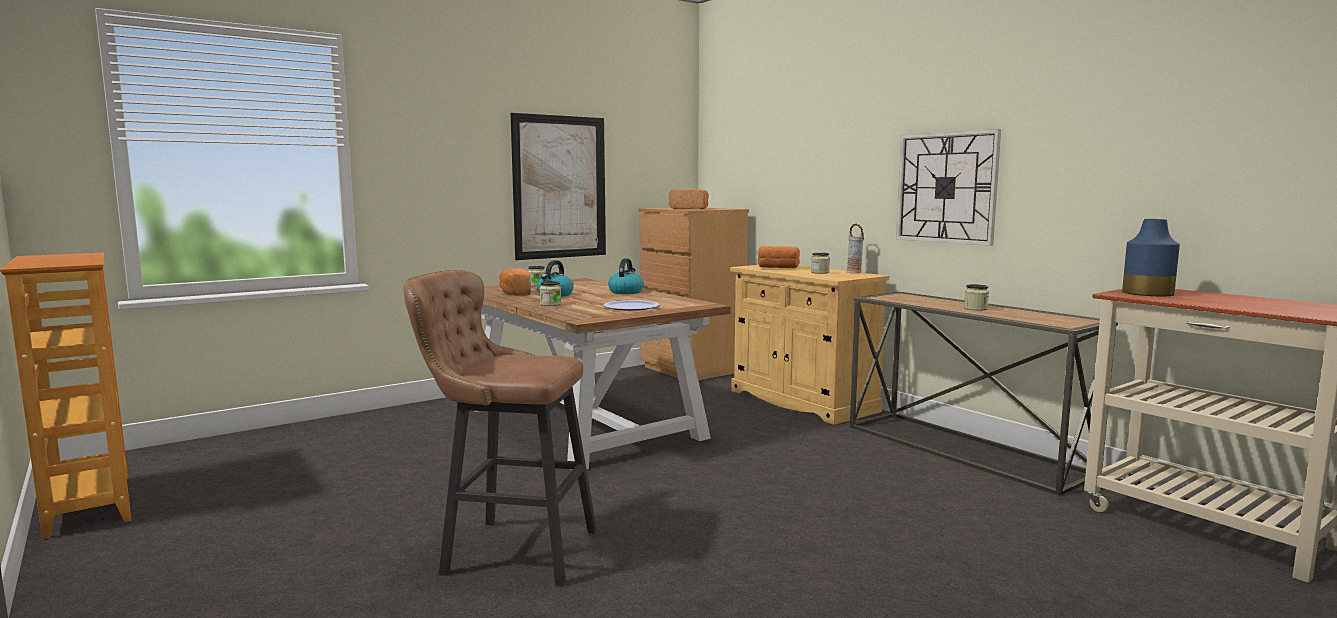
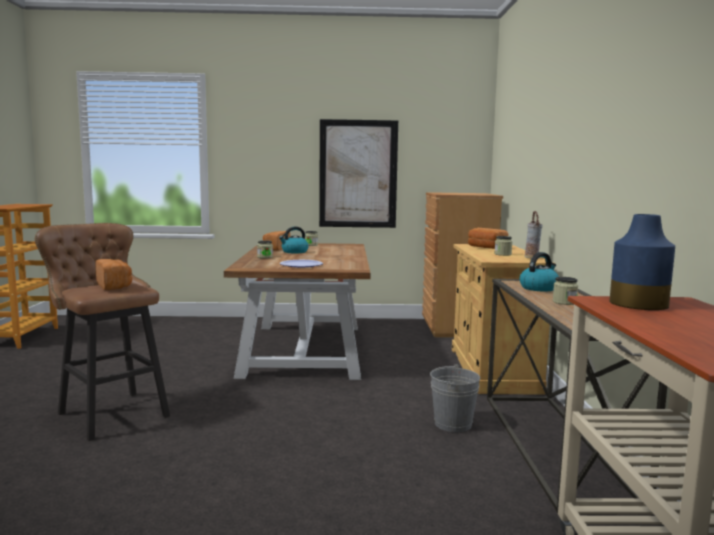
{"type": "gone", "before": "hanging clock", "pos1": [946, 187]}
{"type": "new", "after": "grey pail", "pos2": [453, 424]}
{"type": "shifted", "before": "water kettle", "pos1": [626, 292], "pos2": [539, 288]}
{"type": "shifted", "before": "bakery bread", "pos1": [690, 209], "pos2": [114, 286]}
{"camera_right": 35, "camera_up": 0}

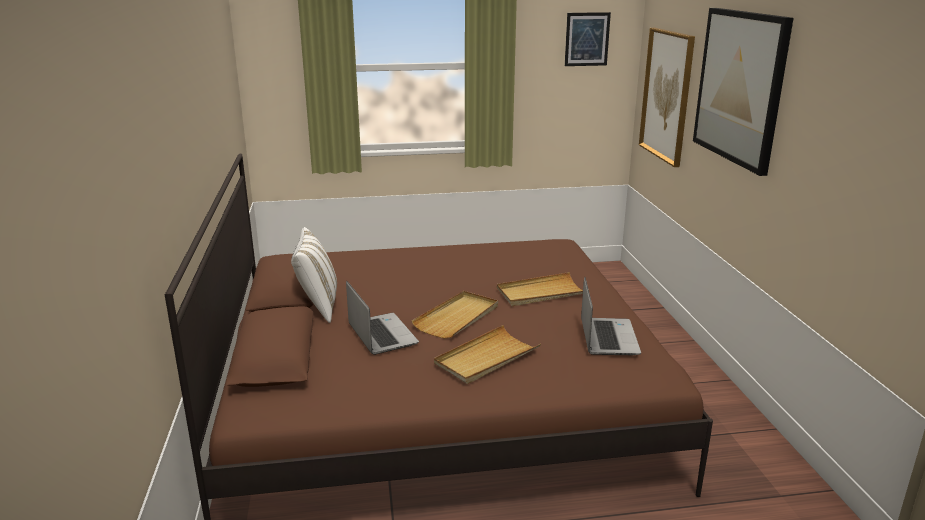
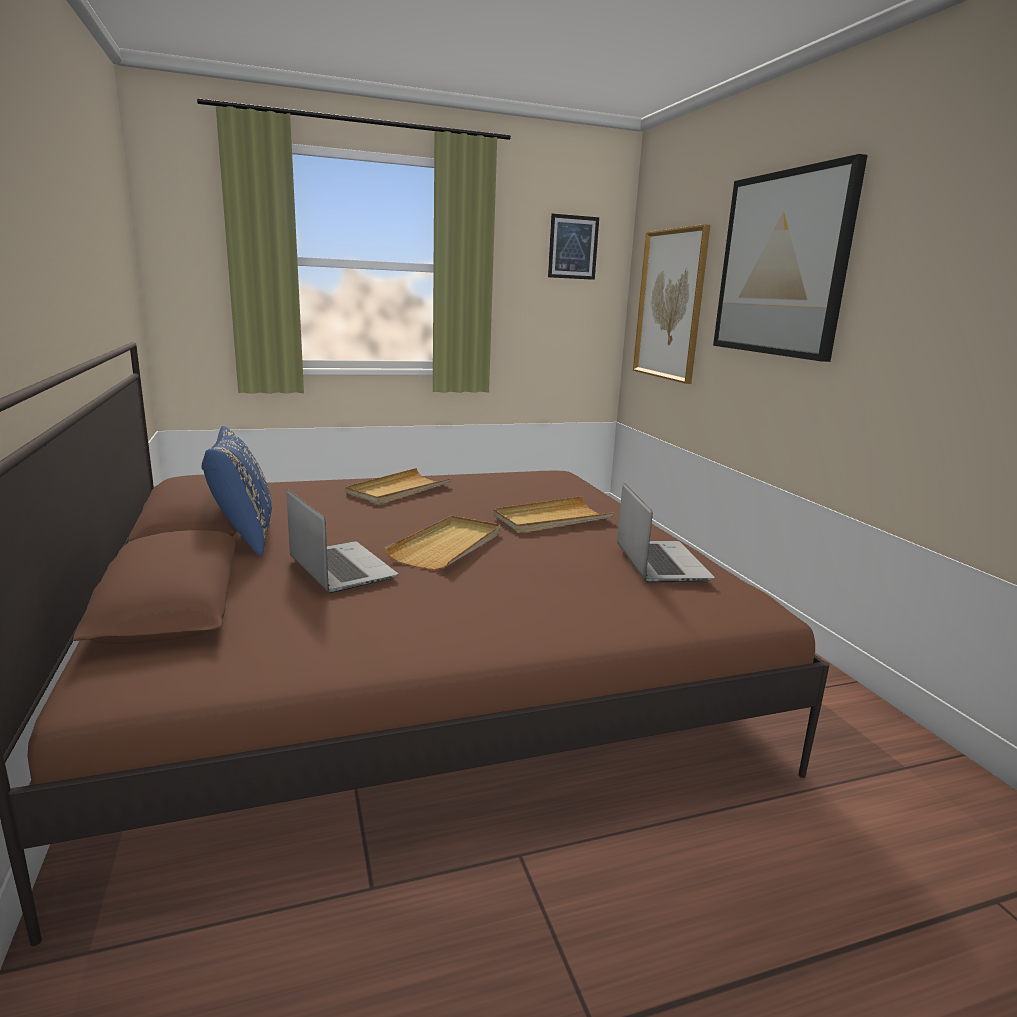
{"type": "shifted", "before": "beige-coloured tray", "pos1": [486, 358], "pos2": [398, 490]}
{"type": "repainted", "before": "white-coloured cushion", "after": "blue cushion", "pos1": [317, 306], "pos2": [243, 538]}
{"camera_right": -10, "camera_up": -5}

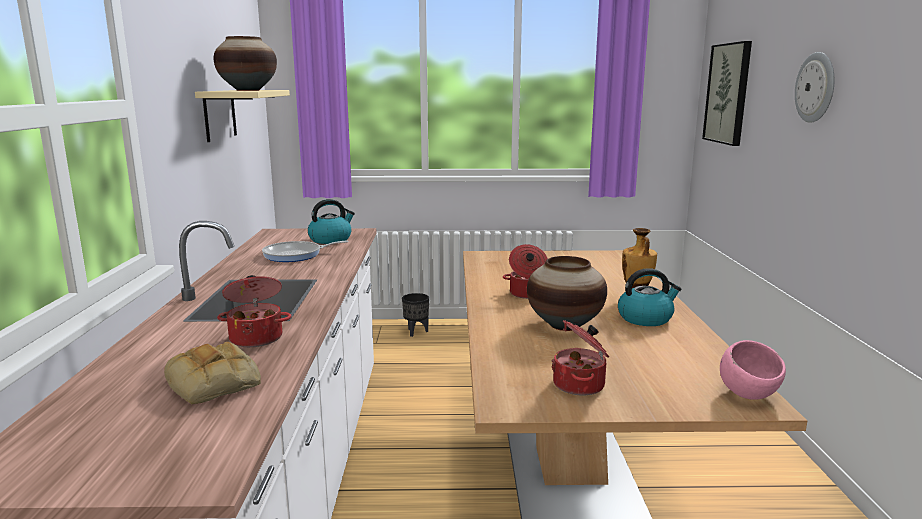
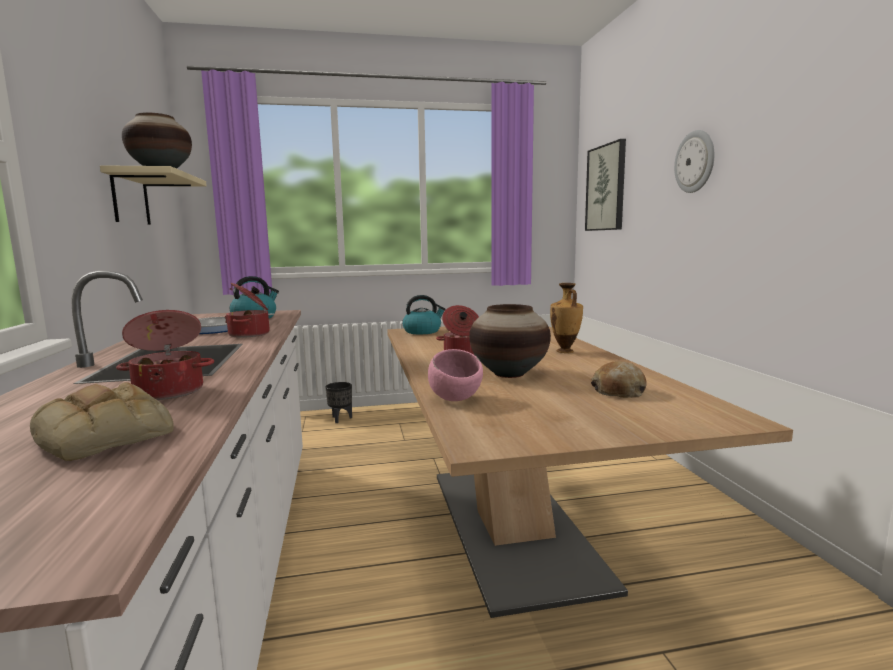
{"type": "new", "after": "bakery bread", "pos2": [618, 391]}
{"type": "shifted", "before": "cooking pot", "pos1": [580, 385], "pos2": [250, 334]}
{"type": "shifted", "before": "water kettle", "pos1": [645, 318], "pos2": [422, 331]}
{"type": "shifted", "before": "pink deep dish", "pos1": [748, 394], "pos2": [455, 399]}
{"camera_right": -10, "camera_up": -5}

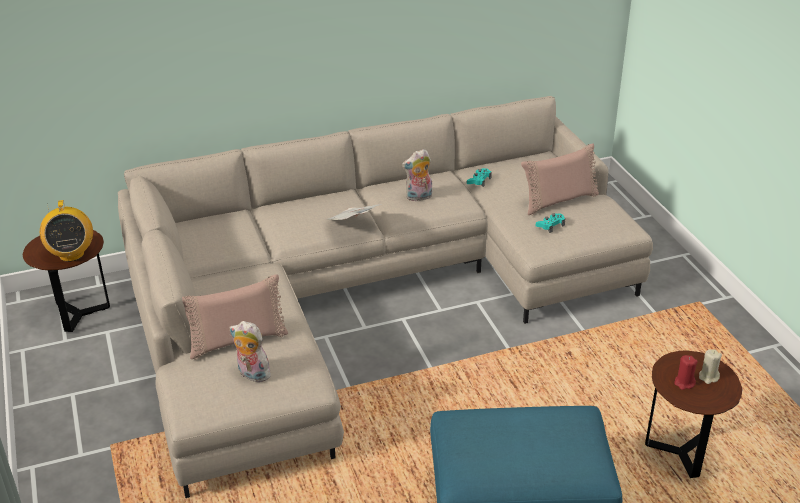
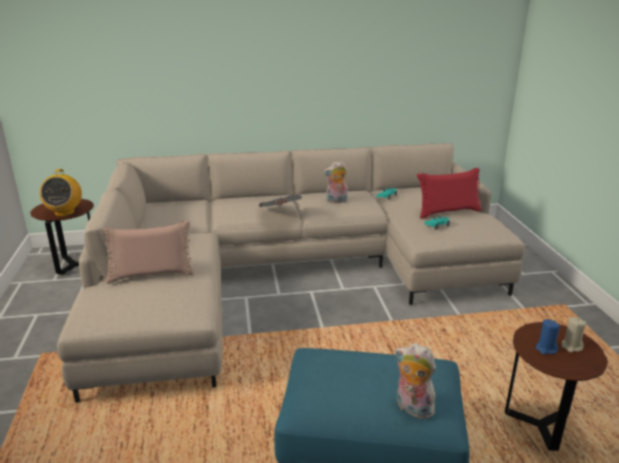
{"type": "shifted", "before": "cuddly toy", "pos1": [252, 374], "pos2": [412, 408]}
{"type": "repainted", "before": "beige-coloured cushion", "after": "red-coloured cushion", "pos1": [559, 201], "pos2": [447, 212]}
{"type": "repainted", "before": "red-coloured candle", "after": "blue candle", "pos1": [684, 383], "pos2": [546, 349]}
{"camera_right": 10, "camera_up": -10}

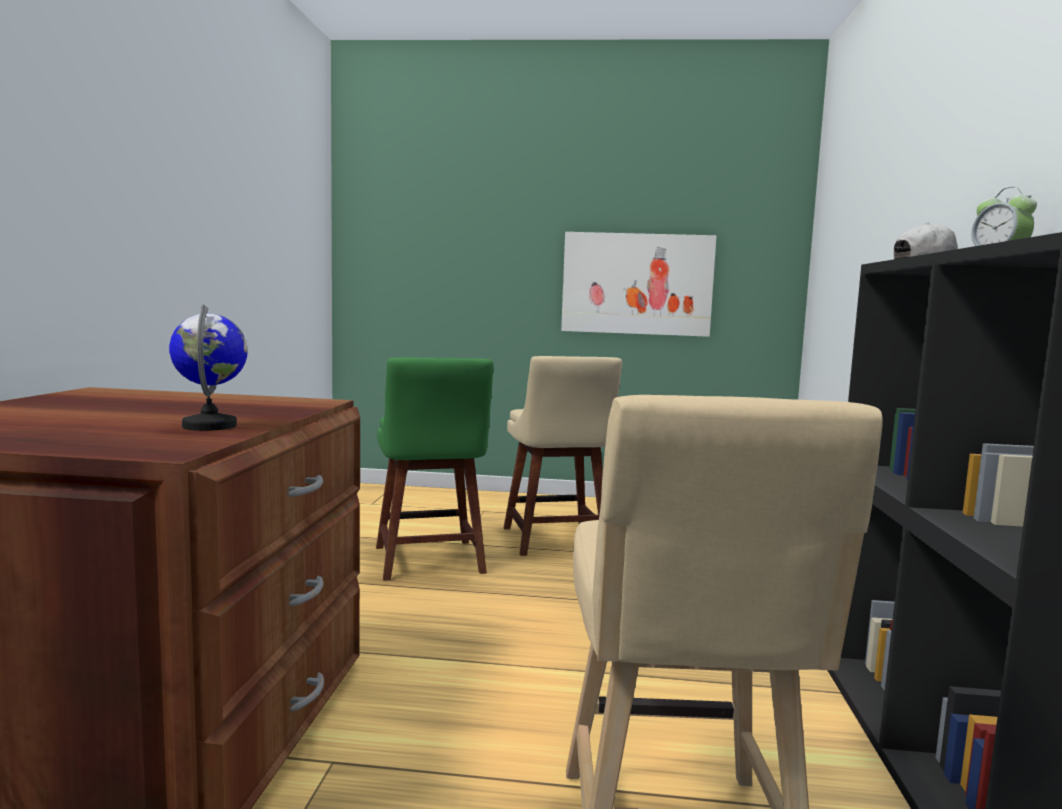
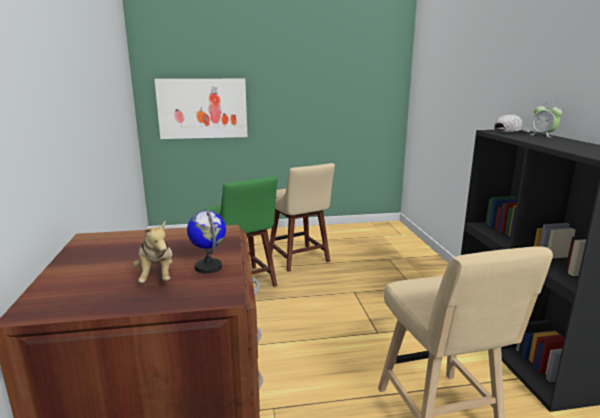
{"type": "new", "after": "cuddly toy", "pos2": [157, 277]}
{"type": "shifted", "before": "wall art", "pos1": [637, 284], "pos2": [202, 108]}
{"camera_right": -15, "camera_up": 10}

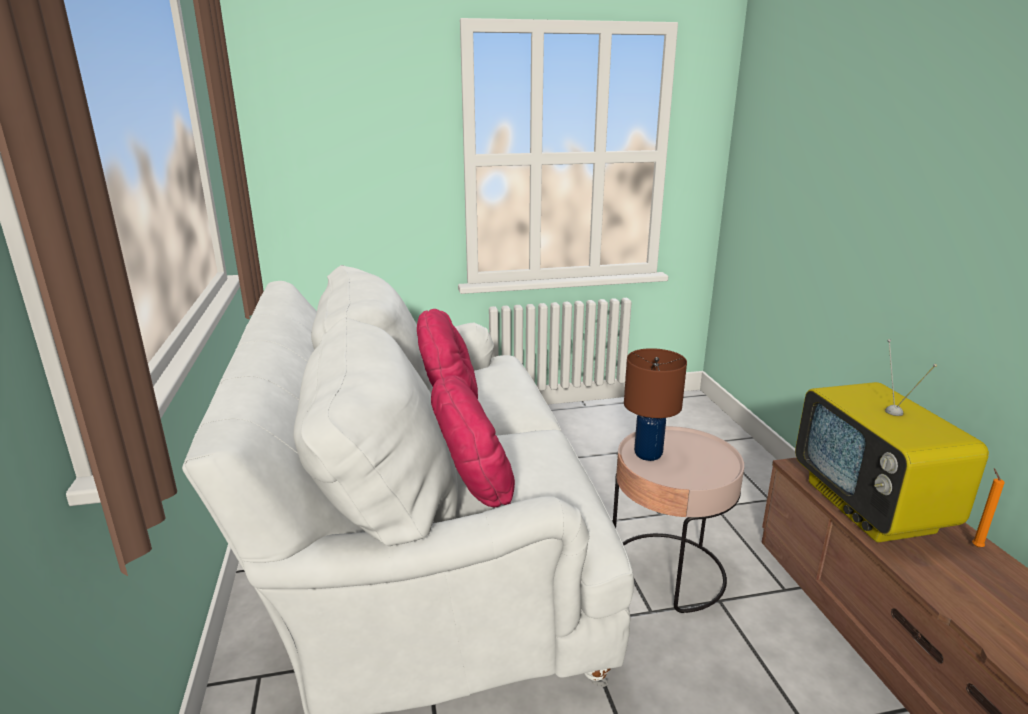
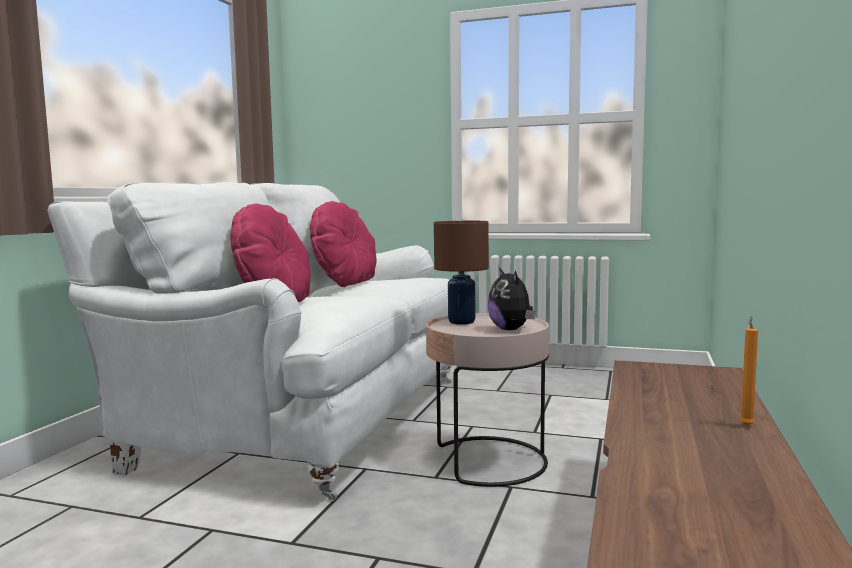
{"type": "gone", "before": "TV", "pos1": [871, 507]}
{"type": "new", "after": "cuddly toy", "pos2": [511, 330]}
{"camera_right": 30, "camera_up": -15}

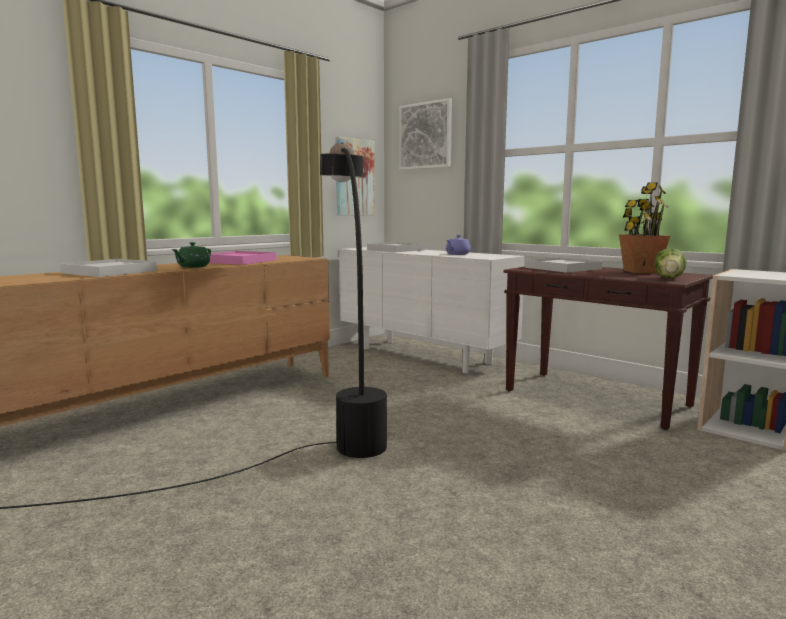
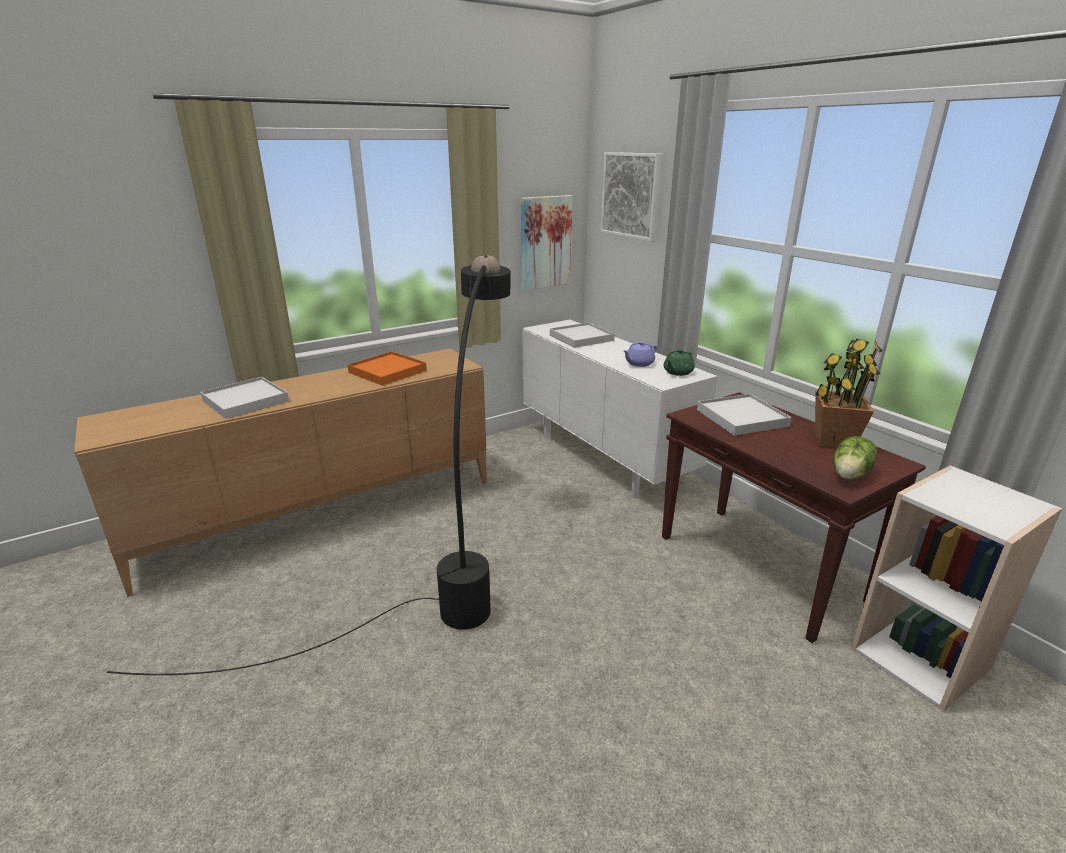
{"type": "shifted", "before": "greenish teapot", "pos1": [193, 267], "pos2": [677, 372]}
{"type": "repainted", "before": "pink tray", "after": "orange-coloured tray", "pos1": [239, 261], "pos2": [387, 371]}
{"camera_right": 15, "camera_up": 15}

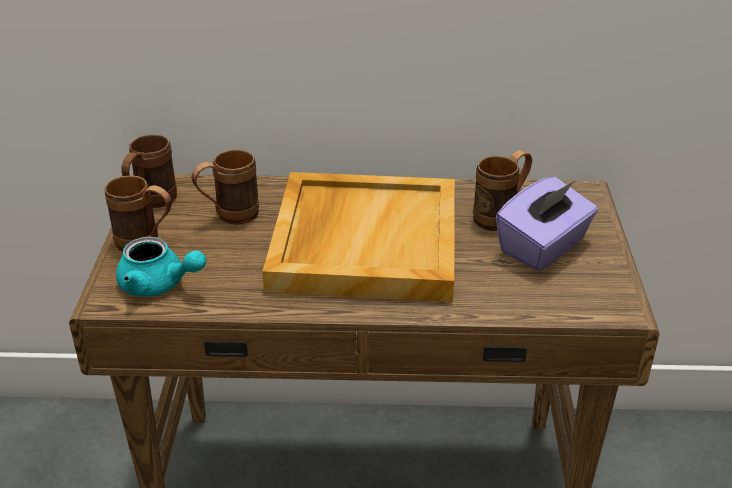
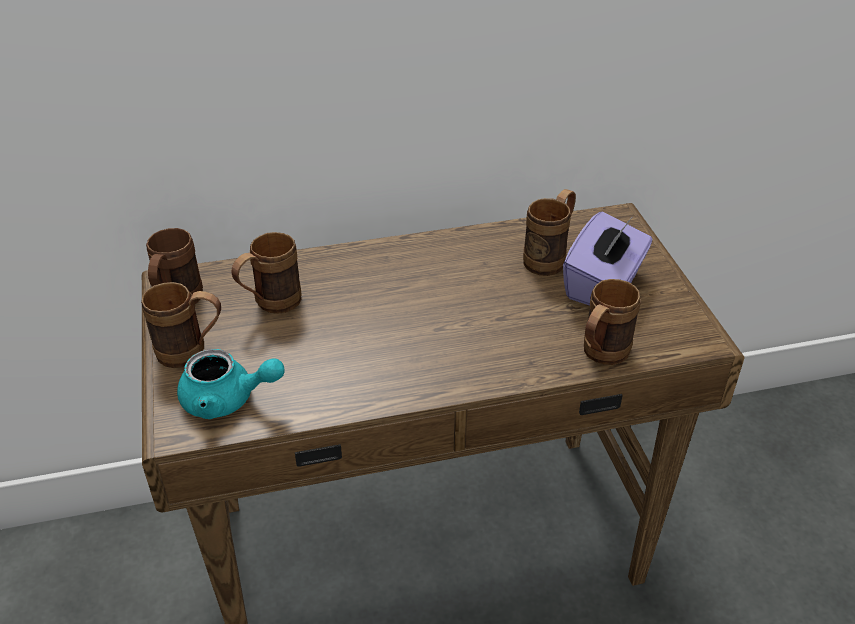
{"type": "gone", "before": "beige-coloured tray", "pos1": [363, 241]}
{"type": "new", "after": "brown-coloured tea mug", "pos2": [600, 356]}
{"camera_right": -15, "camera_up": 5}

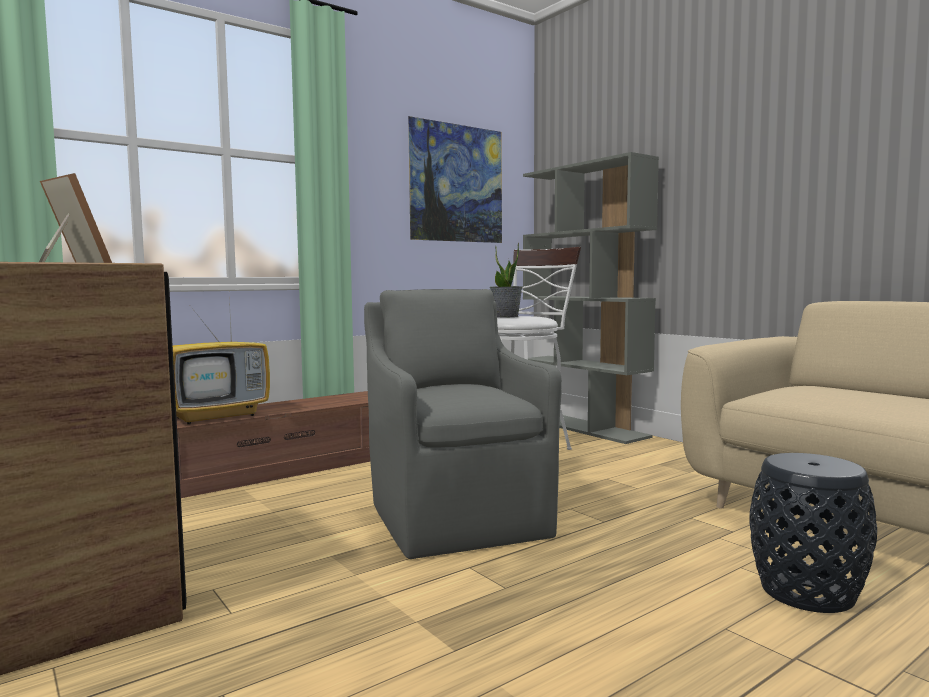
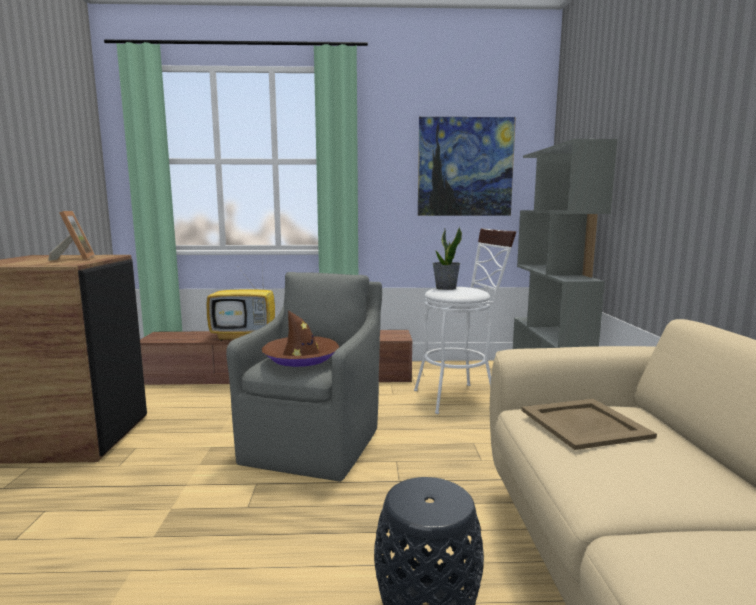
{"type": "new", "after": "brown-coloured clothing hat", "pos2": [301, 357]}
{"type": "new", "after": "beige-coloured tray", "pos2": [584, 424]}
{"camera_right": 35, "camera_up": 5}

